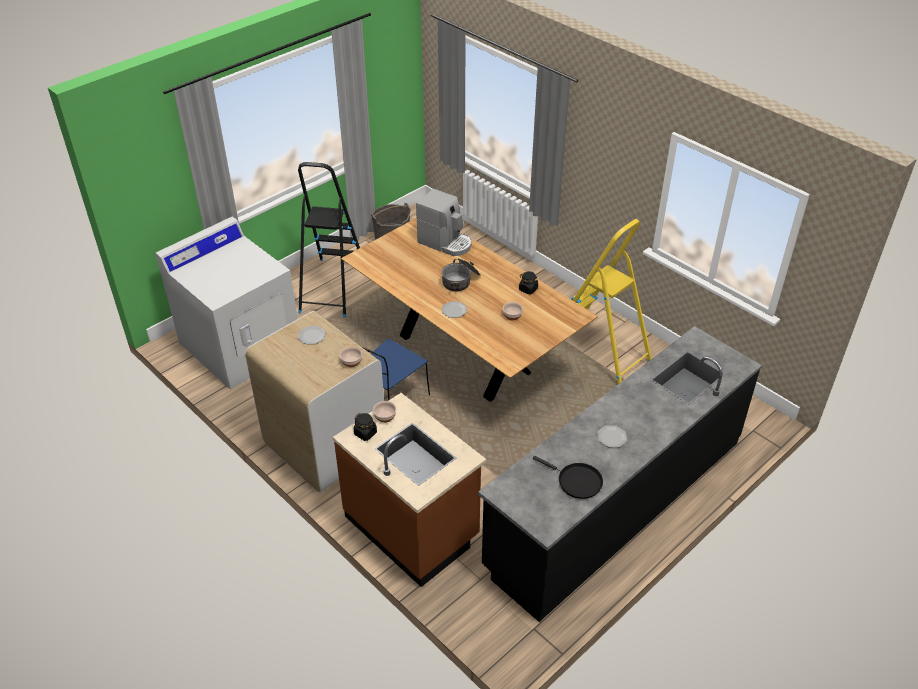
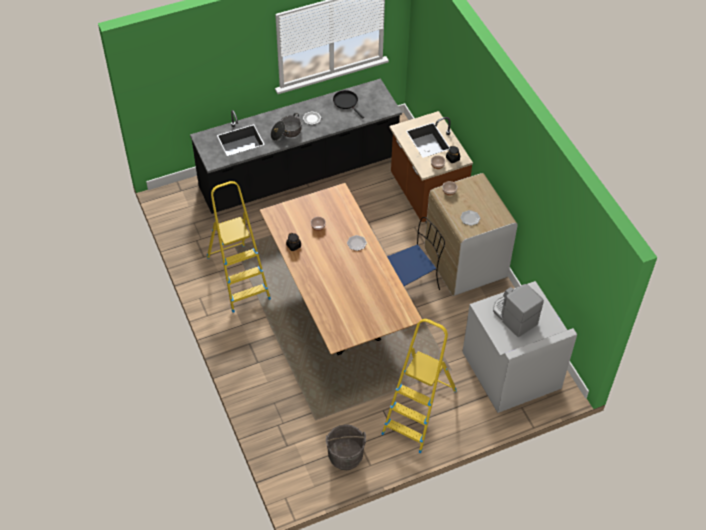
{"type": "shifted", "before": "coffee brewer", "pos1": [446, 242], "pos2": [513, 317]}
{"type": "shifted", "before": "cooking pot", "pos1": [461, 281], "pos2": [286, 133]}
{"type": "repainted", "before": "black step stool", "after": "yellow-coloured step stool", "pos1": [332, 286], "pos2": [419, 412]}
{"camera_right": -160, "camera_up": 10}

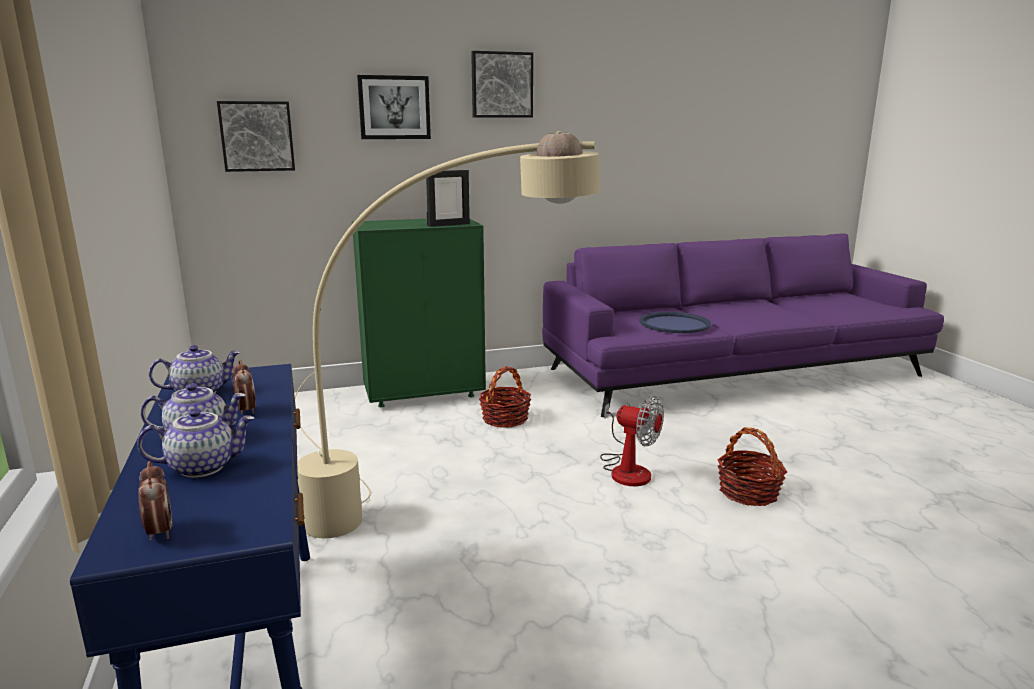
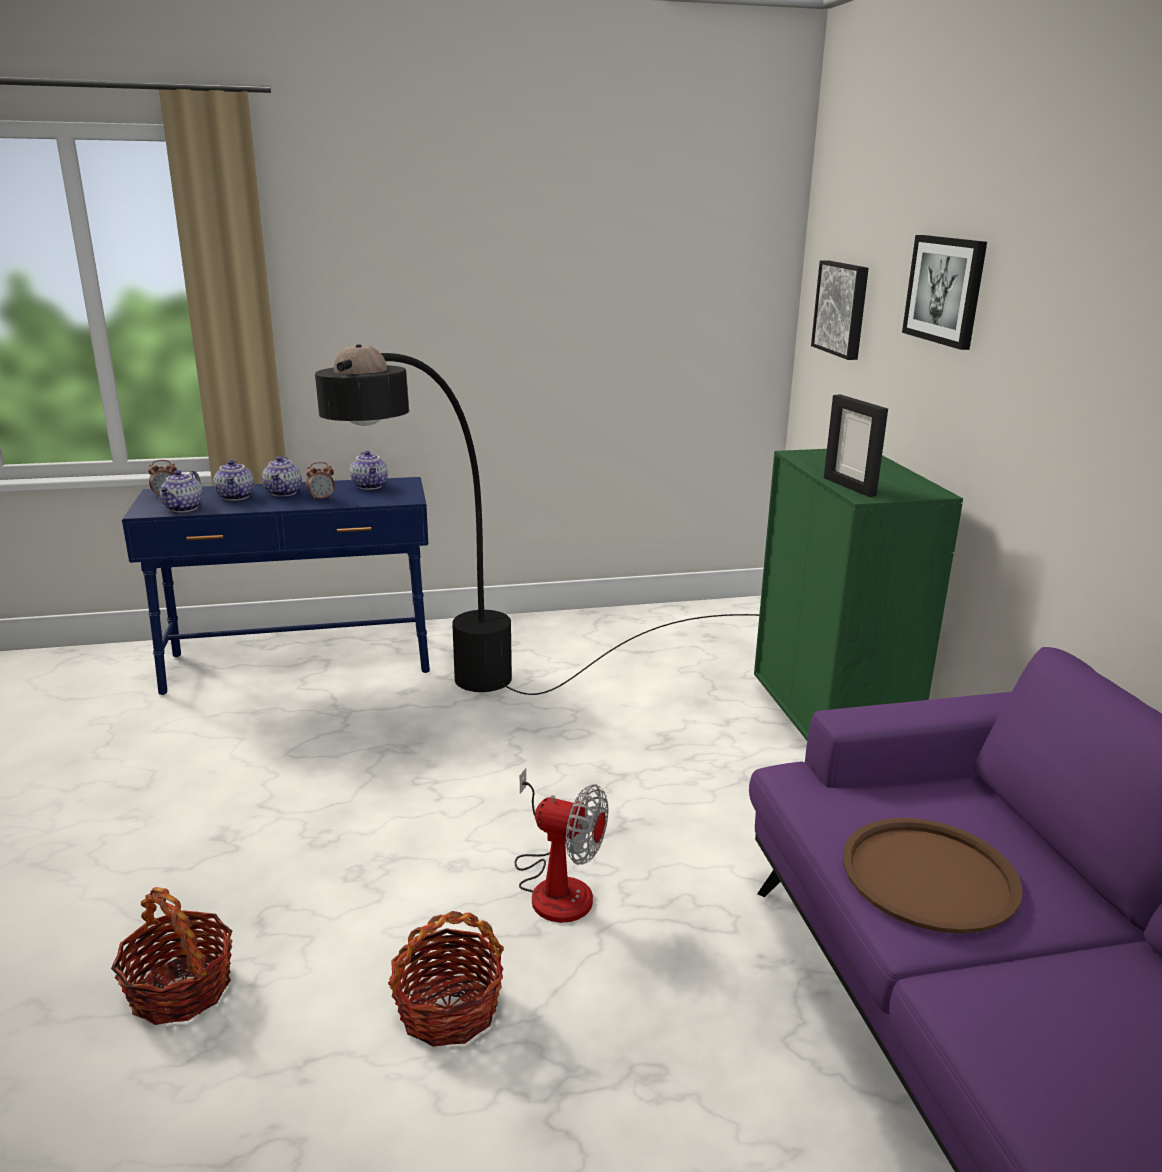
{"type": "gone", "before": "wall art", "pos1": [501, 85]}
{"type": "new", "after": "teapot", "pos2": [184, 508]}
{"type": "shifted", "before": "basket", "pos1": [505, 419], "pos2": [181, 988]}
{"type": "repainted", "before": "beige-coloured standing lamp", "after": "black standing lamp", "pos1": [411, 510], "pos2": [492, 717]}
{"type": "repainted", "before": "blue tray", "after": "brown-coloured tray", "pos1": [674, 324], "pos2": [929, 876]}
{"type": "rotated", "before": "electric fan", "pos1": [627, 469], "pos2": [555, 885], "turn": -105}
{"camera_right": 95, "camera_up": 5}

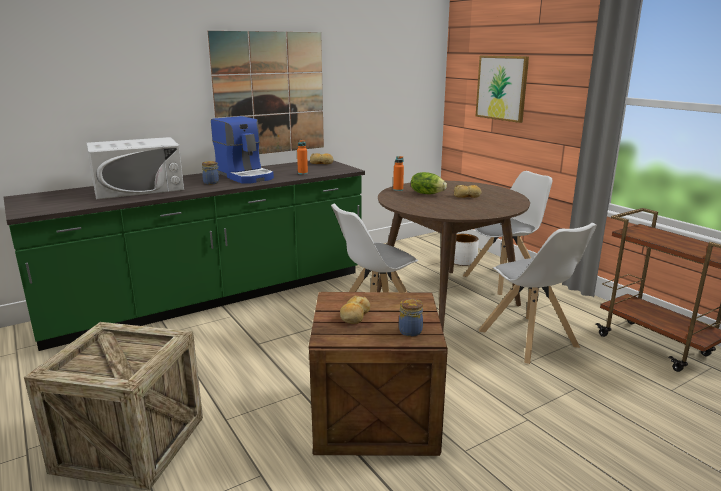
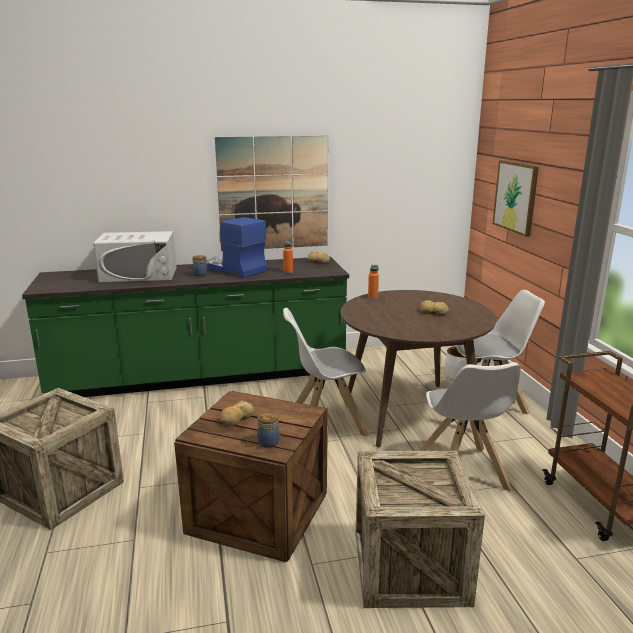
{"type": "gone", "before": "lettuce head", "pos1": [427, 193]}
{"type": "new", "after": "packing crate", "pos2": [410, 566]}
{"type": "rotated", "before": "coffee brewer", "pos1": [245, 176], "pos2": [236, 270], "turn": 150}
{"camera_right": 20, "camera_up": 0}

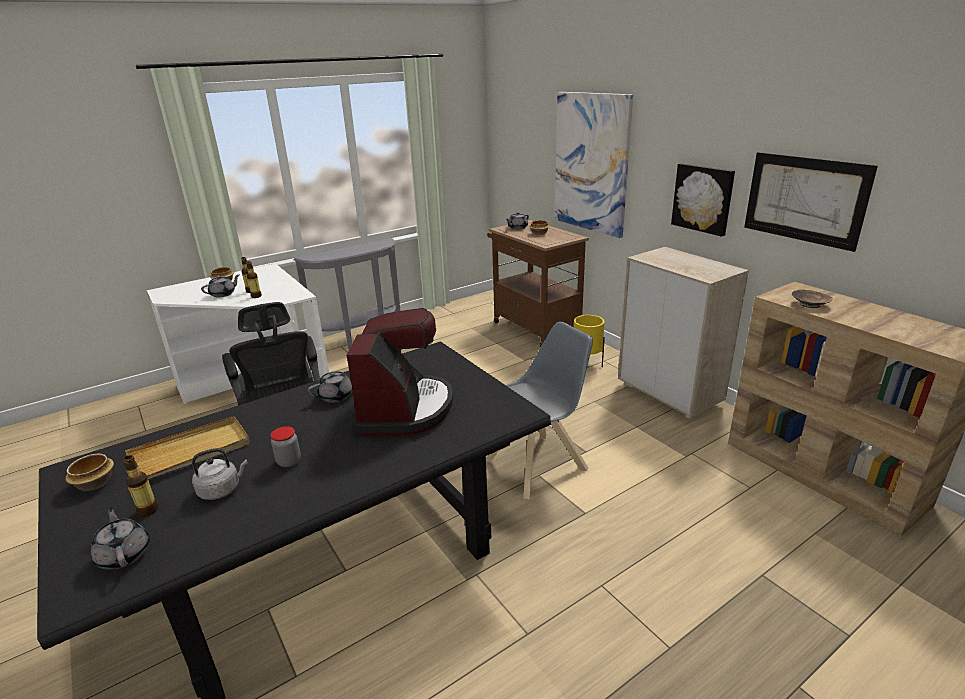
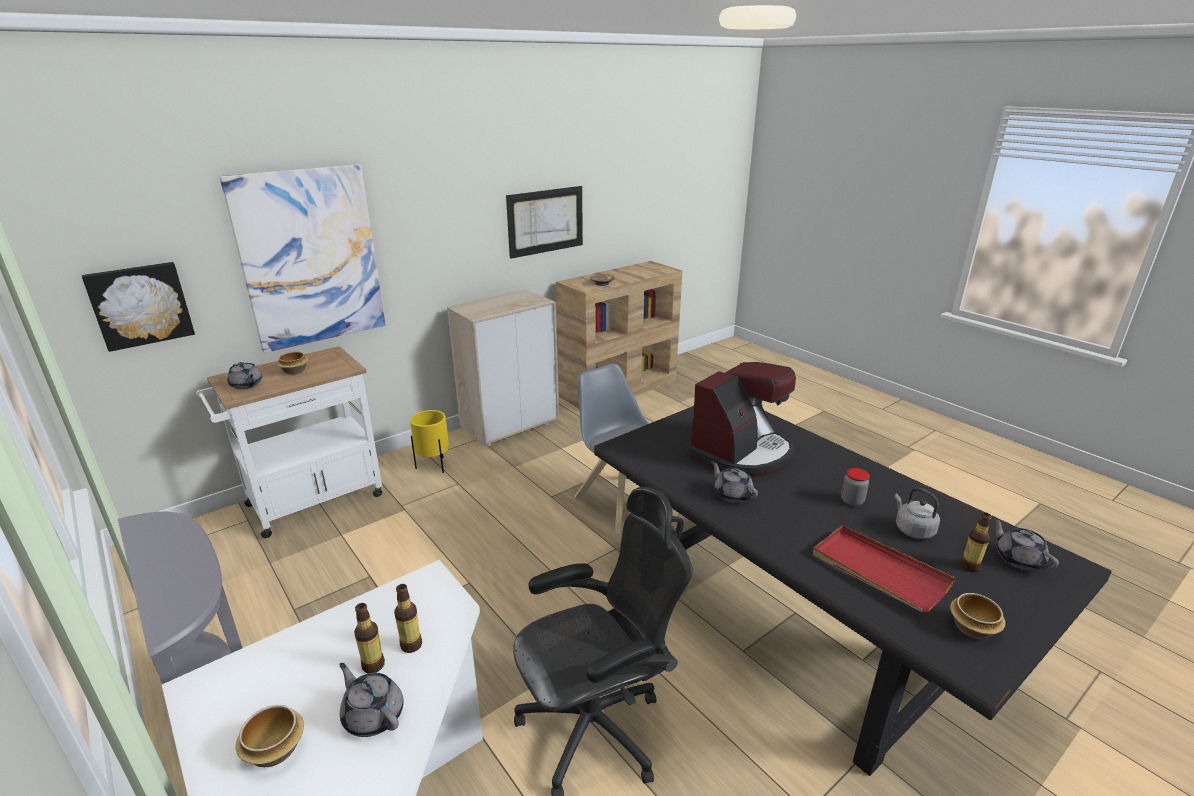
{"type": "shifted", "before": "wall art", "pos1": [703, 198], "pos2": [140, 305]}
{"type": "repainted", "before": "beige-coloured tray", "after": "red-coloured tray", "pos1": [191, 452], "pos2": [878, 571]}
{"type": "repainted", "before": "brown-coloured wheeled cart", "after": "white-coloured wheeled cart", "pos1": [534, 328], "pos2": [311, 502]}
{"type": "rotated", "before": "grey teapot", "pos1": [124, 554], "pos2": [1018, 559], "turn": 105}
{"type": "rotated", "before": "coffee brewer", "pos1": [404, 409], "pos2": [741, 453], "turn": 135}
{"camera_right": -95, "camera_up": 0}

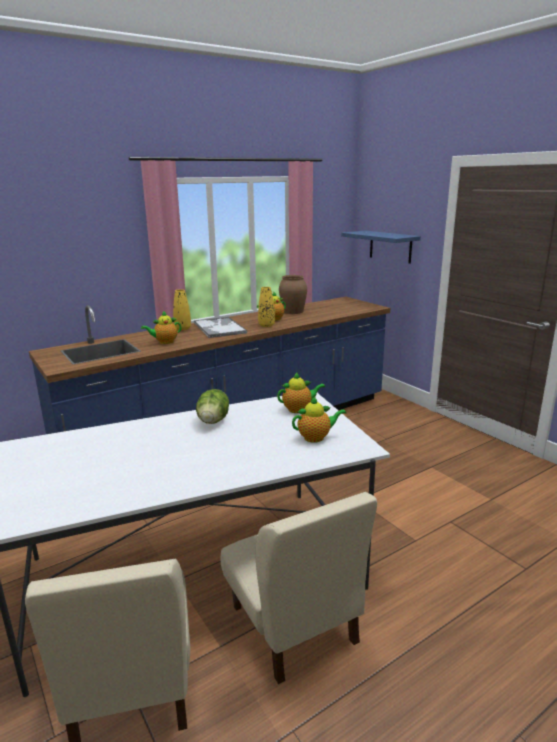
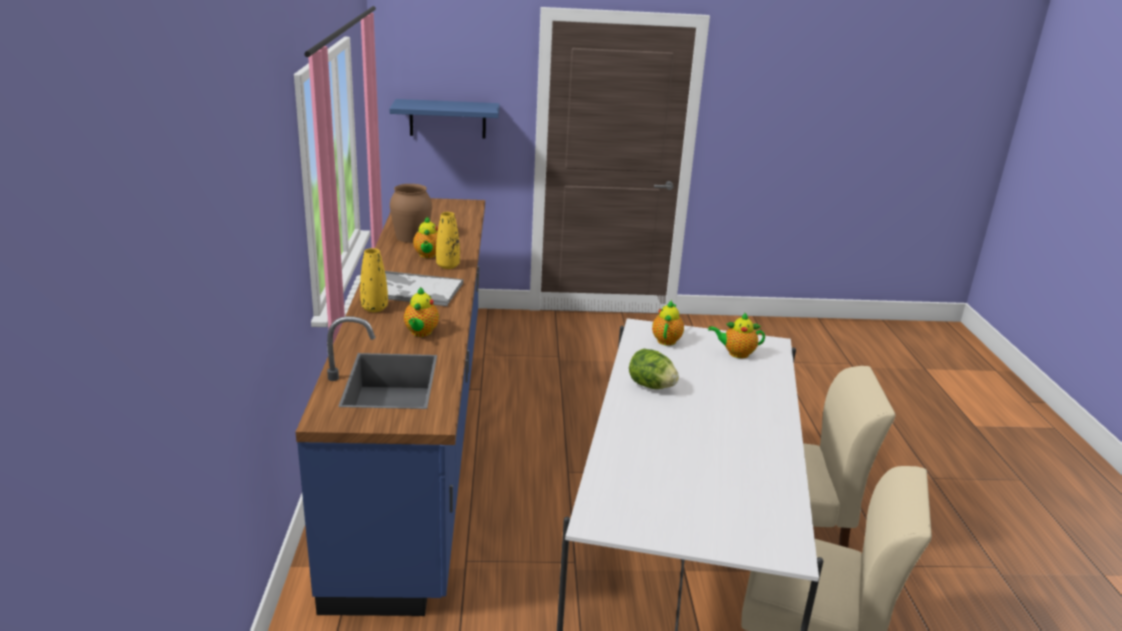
{"type": "rotated", "before": "teapot", "pos1": [316, 437], "pos2": [736, 353], "turn": -105}
{"camera_right": -60, "camera_up": 5}

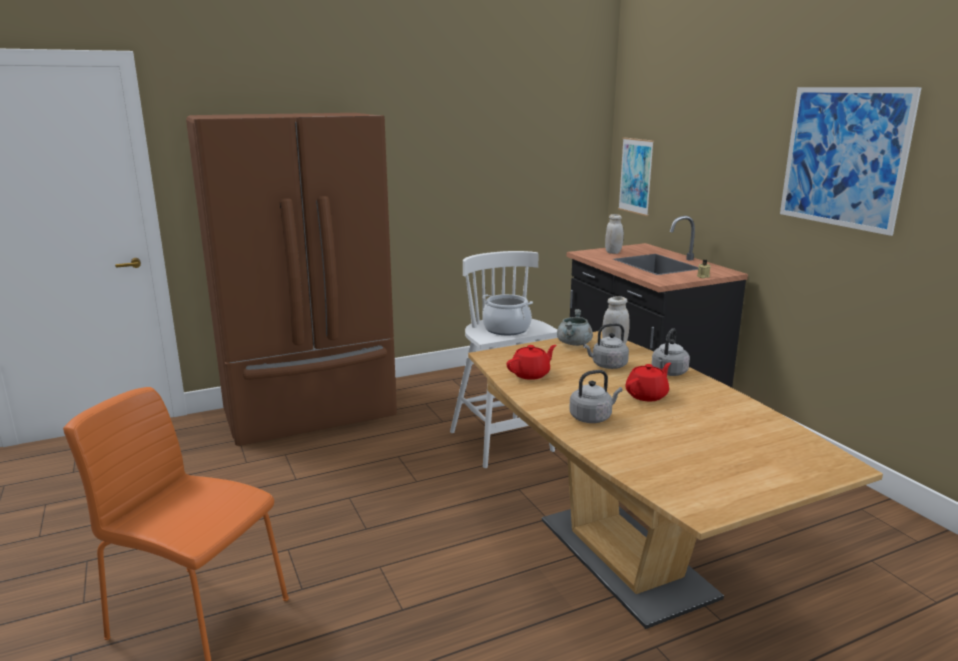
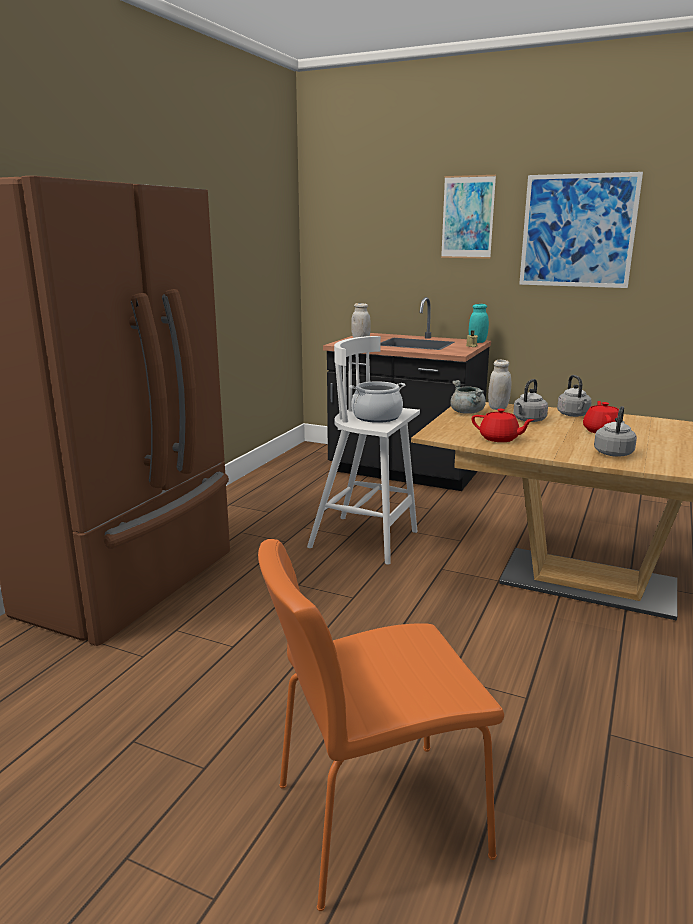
{"type": "new", "after": "blue-green jar", "pos2": [477, 342]}
{"type": "shifted", "before": "wall art", "pos1": [636, 176], "pos2": [467, 217]}
{"type": "rotated", "before": "red-coloured teapot", "pos1": [531, 374], "pos2": [499, 439], "turn": 105}
{"camera_right": -40, "camera_up": 0}

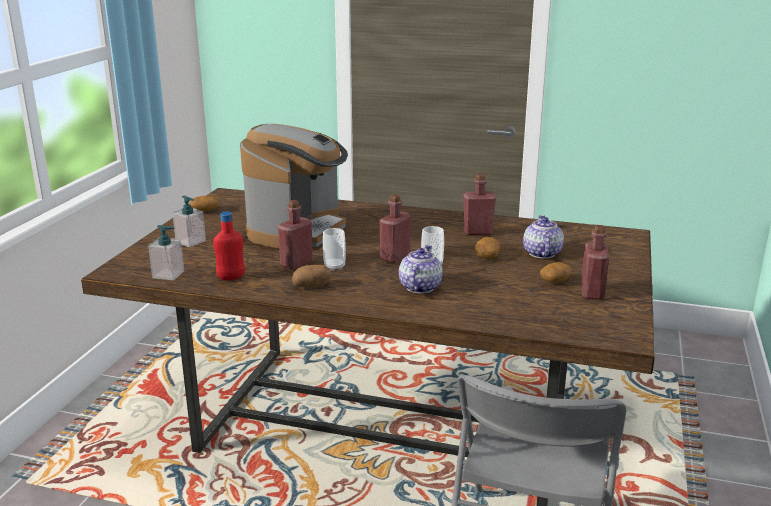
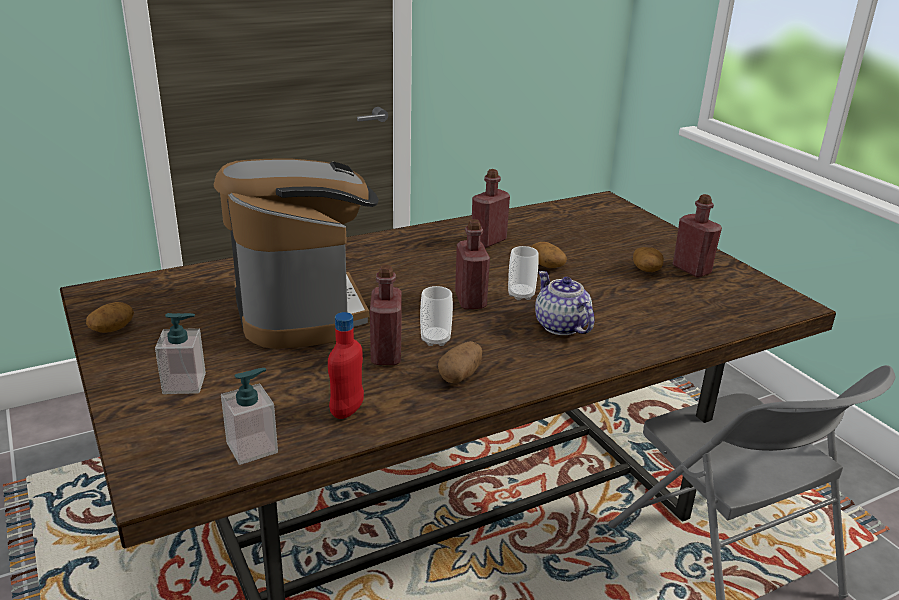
{"type": "gone", "before": "teapot", "pos1": [541, 253]}
{"camera_right": -45, "camera_up": 5}

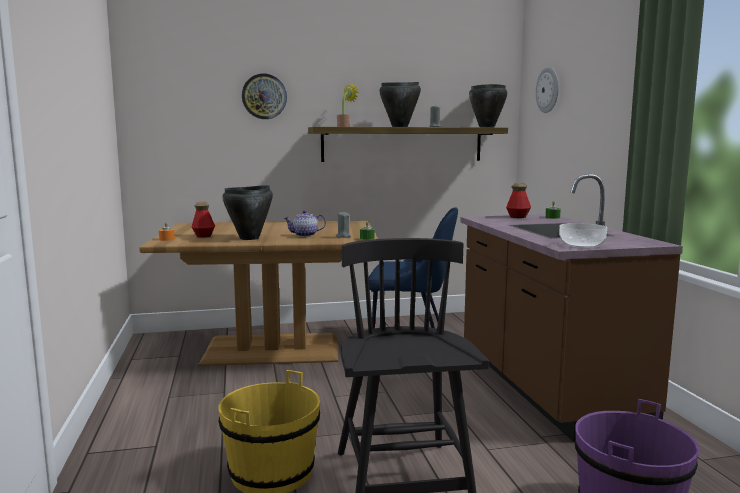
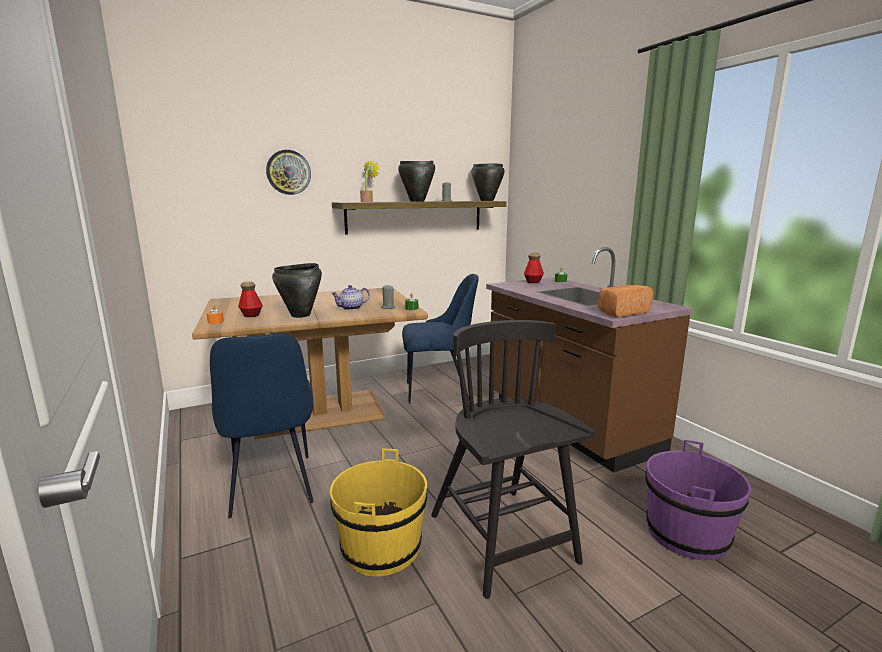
{"type": "gone", "before": "hanging clock", "pos1": [548, 90]}
{"type": "new", "after": "blue plain chair", "pos2": [272, 485]}
{"type": "swapped", "before": "deep dish", "after": "bakery bread", "pos1": [582, 245], "pos2": [621, 312]}
{"camera_right": -15, "camera_up": 5}

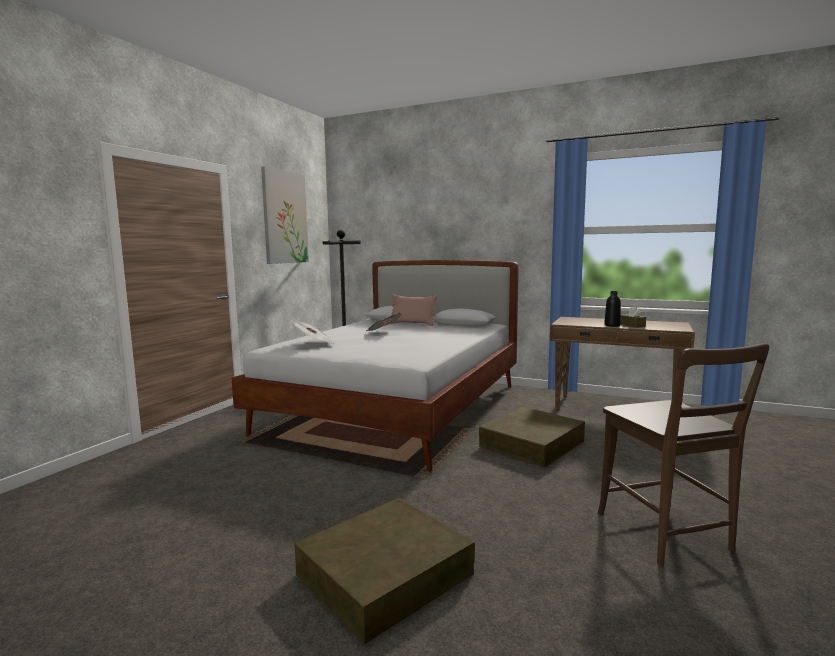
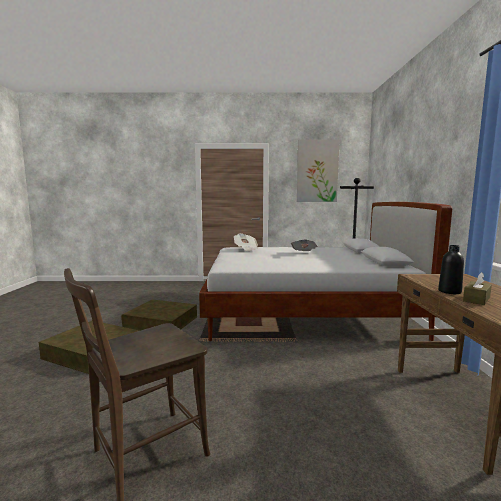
{"type": "gone", "before": "beige-coloured cushion", "pos1": [412, 324]}
{"type": "shifted", "before": "brown-coloured storage container", "pos1": [532, 443], "pos2": [161, 322]}
{"camera_right": 65, "camera_up": 0}

